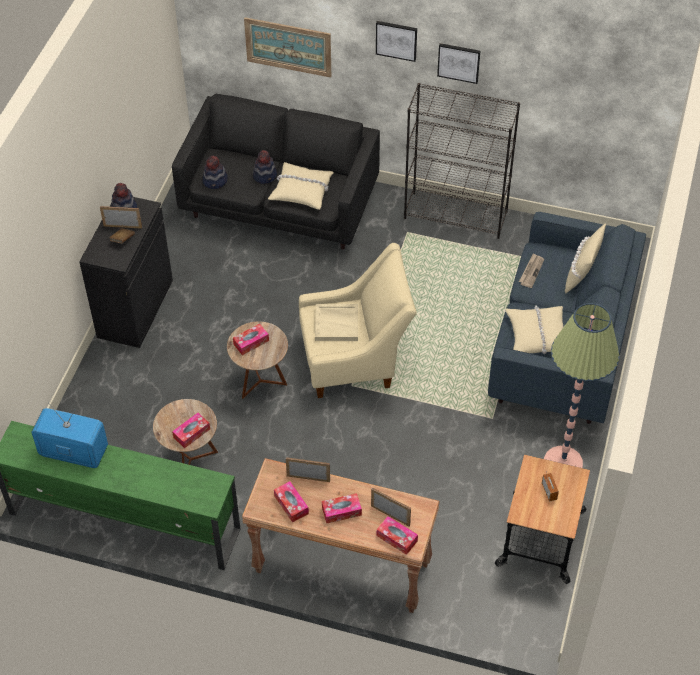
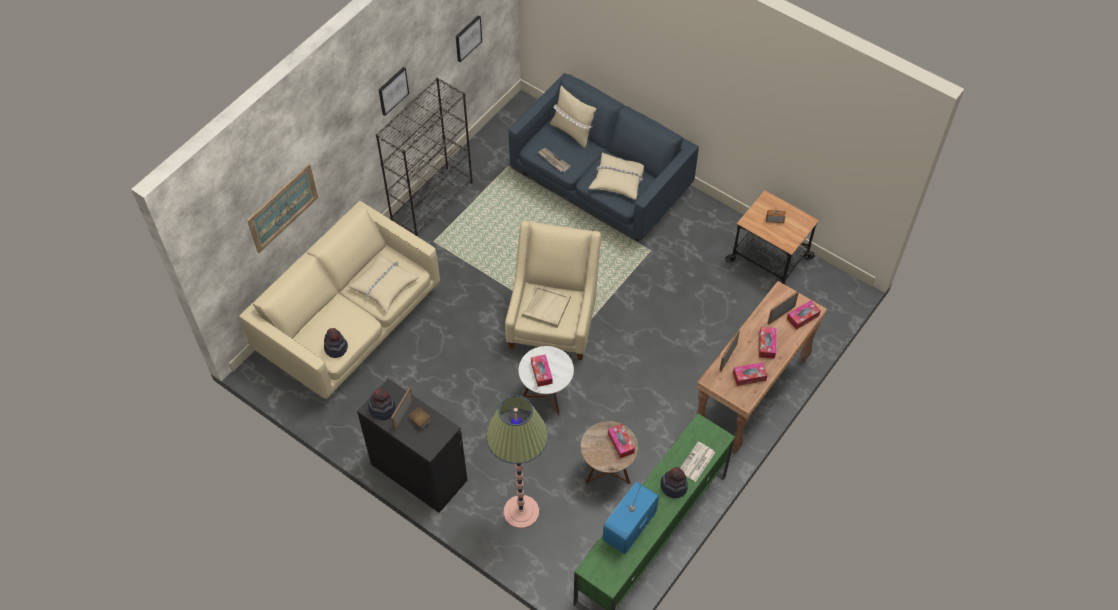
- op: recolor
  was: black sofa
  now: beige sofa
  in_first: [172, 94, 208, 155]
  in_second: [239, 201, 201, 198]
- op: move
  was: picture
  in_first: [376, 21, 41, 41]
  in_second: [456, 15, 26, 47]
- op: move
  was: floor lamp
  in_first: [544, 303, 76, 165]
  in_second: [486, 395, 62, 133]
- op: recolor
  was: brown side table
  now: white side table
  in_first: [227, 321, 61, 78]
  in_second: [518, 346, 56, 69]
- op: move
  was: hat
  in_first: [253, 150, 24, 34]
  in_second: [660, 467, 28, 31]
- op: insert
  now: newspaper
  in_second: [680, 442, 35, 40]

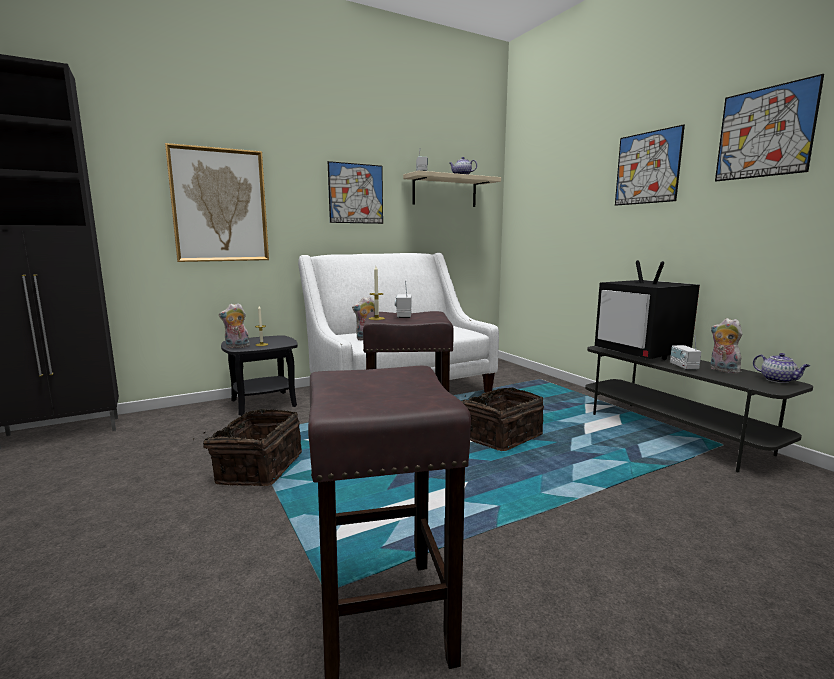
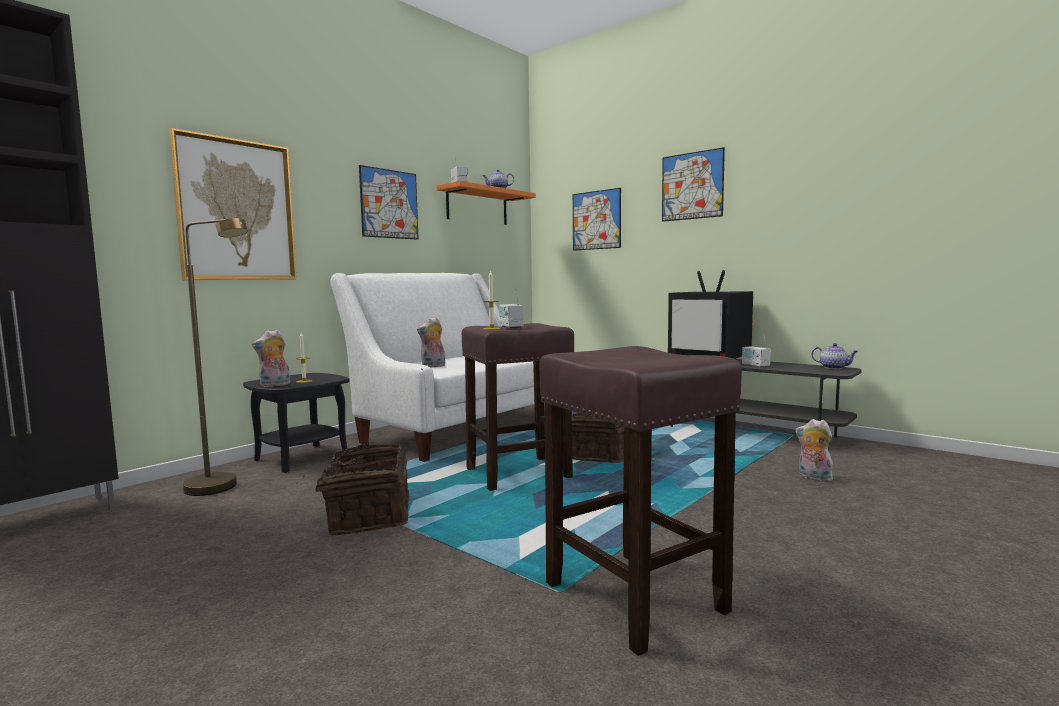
- op: insert
  now: brown floor lamp
  in_second: [183, 218, 65, 278]
- op: recolor
  was: beige shelf
  now: orange shelf
  in_first: [403, 171, 98, 36]
  in_second: [437, 181, 99, 44]
- op: move
  was: picture
  in_first: [715, 74, 109, 107]
  in_second: [573, 188, 48, 63]
- op: move
  was: plush toy
  in_first: [711, 318, 32, 55]
  in_second: [795, 419, 38, 63]

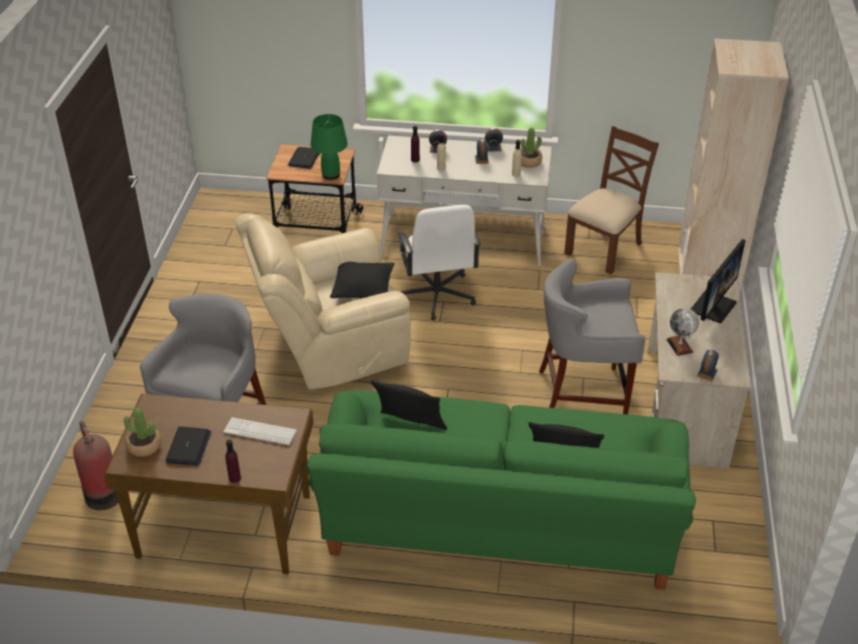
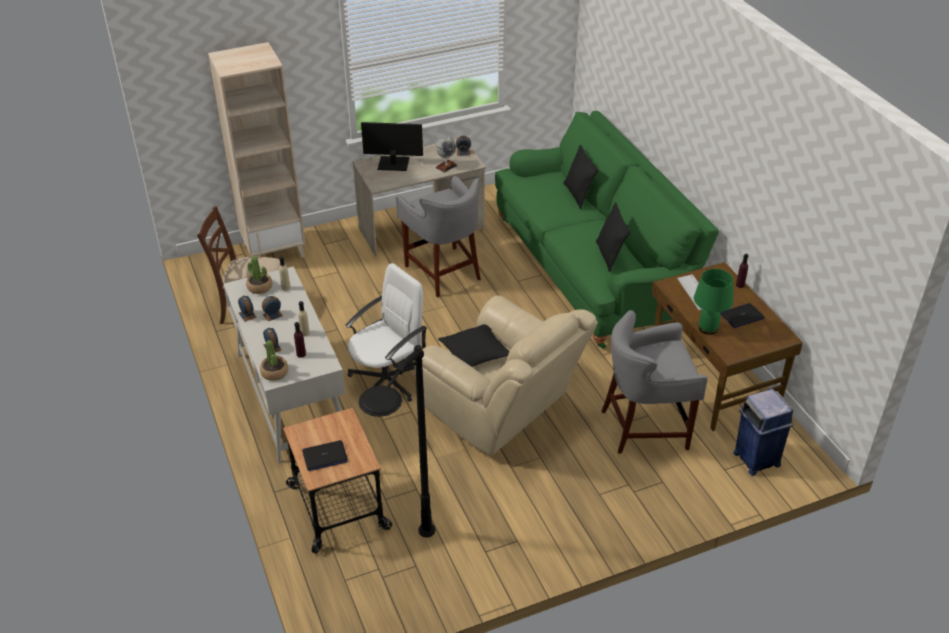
- op: move
  was: potted plant
  in_first: [124, 408, 37, 49]
  in_second: [260, 340, 28, 41]
- op: insert
  now: black floor lamp
  in_second: [358, 345, 77, 192]
- op: move
  was: green table lamp
  in_first: [311, 114, 37, 66]
  in_second: [694, 269, 39, 66]
- op: replace
  was: fire extinguisher
  now: blue trash can
  in_first: [73, 421, 46, 89]
  in_second: [734, 389, 60, 87]

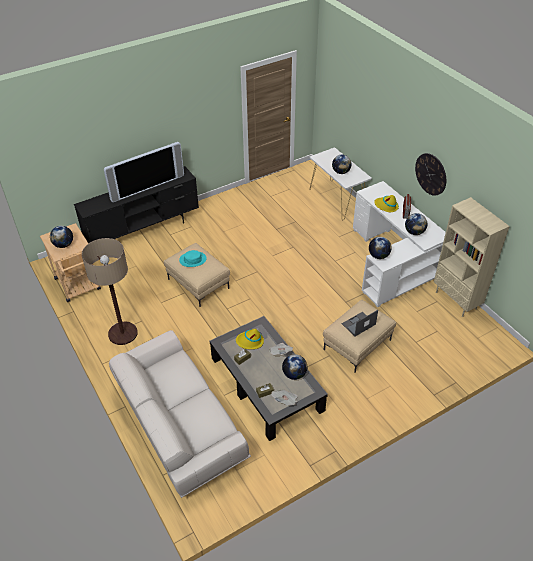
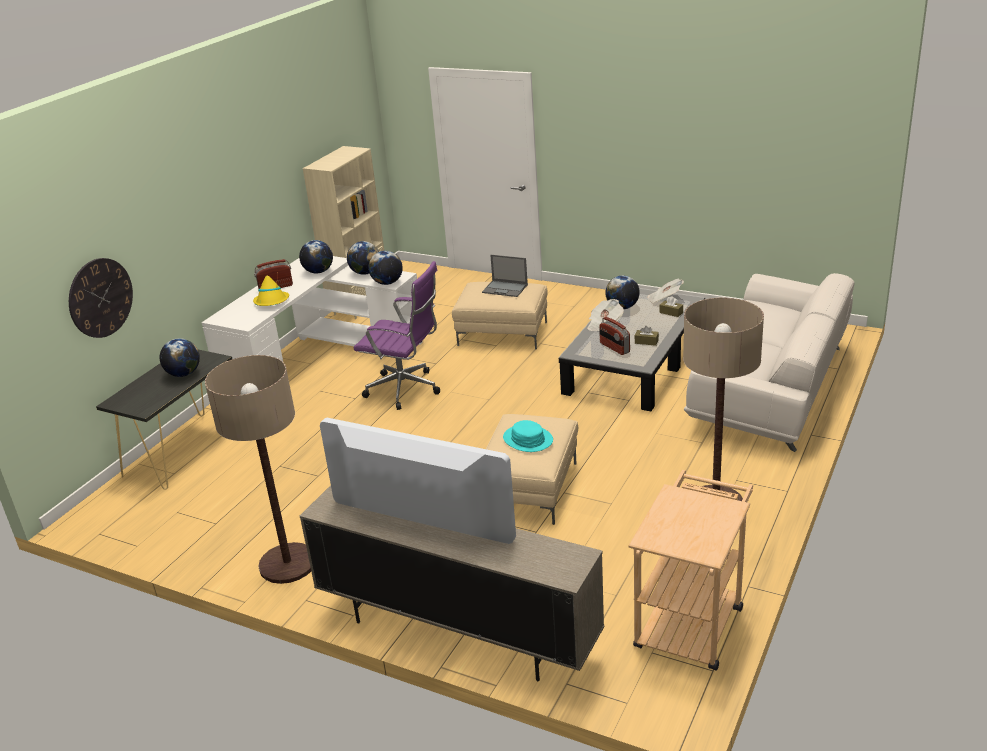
- op: move
  was: wall clock
  in_first: [415, 153, 31, 43]
  in_second: [69, 258, 64, 80]
- op: recolor
  was: white console table
  now: black console table
  in_first: [309, 147, 63, 73]
  in_second: [96, 350, 136, 140]
- op: insert
  now: floor lamp
  in_second: [205, 355, 106, 229]
- op: recolor
  was: black tv stand
  now: beige tv stand
  in_first: [74, 166, 125, 77]
  in_second: [300, 485, 304, 197]
- op: move
  was: globe
  in_first: [50, 226, 23, 22]
  in_second: [347, 241, 32, 34]
- op: insert
  now: purple office chair
  in_second: [354, 261, 86, 149]
- op: replace
  was: yellow hat
  now: radio
  in_first: [236, 329, 28, 20]
  in_second: [599, 317, 31, 38]

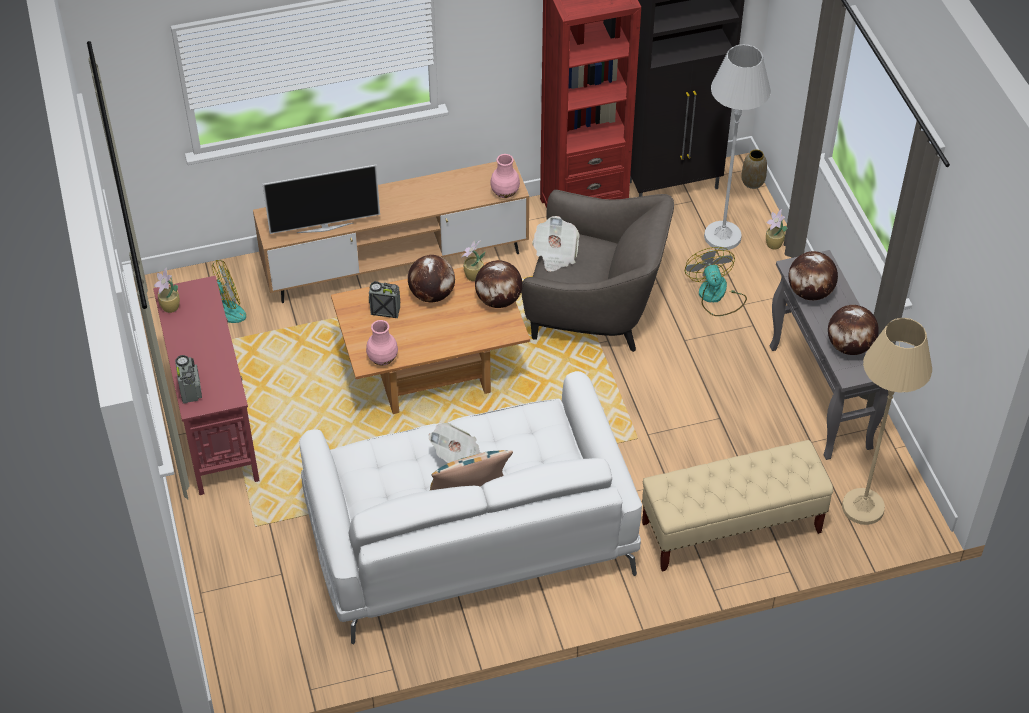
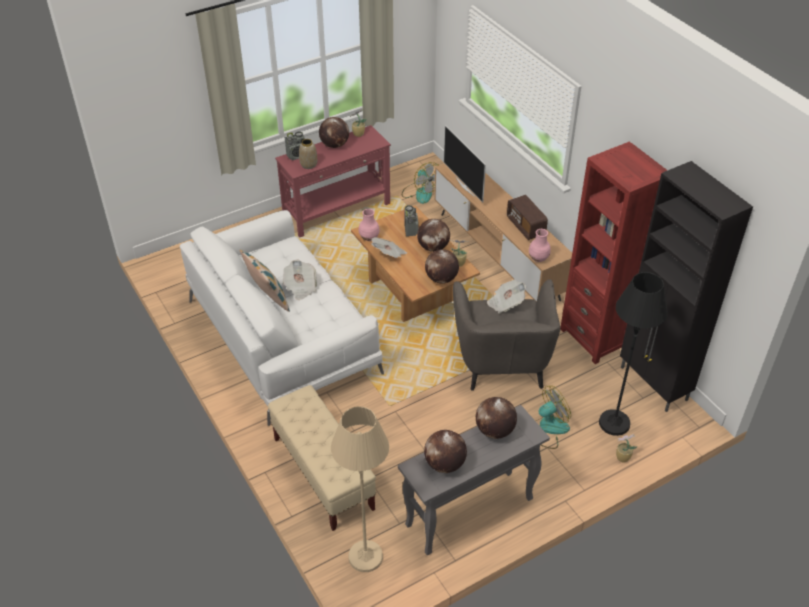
- op: move
  was: vase
  in_first: [741, 150, 26, 39]
  in_second: [299, 139, 18, 30]
- op: insert
  now: globe
  in_second: [319, 117, 30, 31]
- op: insert
  now: newspaper
  in_second: [371, 237, 36, 21]
- op: insert
  now: radio
  in_second: [507, 195, 41, 45]
- op: recolor
  was: white floor lamp
  now: black floor lamp
  in_first: [704, 44, 67, 206]
  in_second: [599, 272, 69, 164]

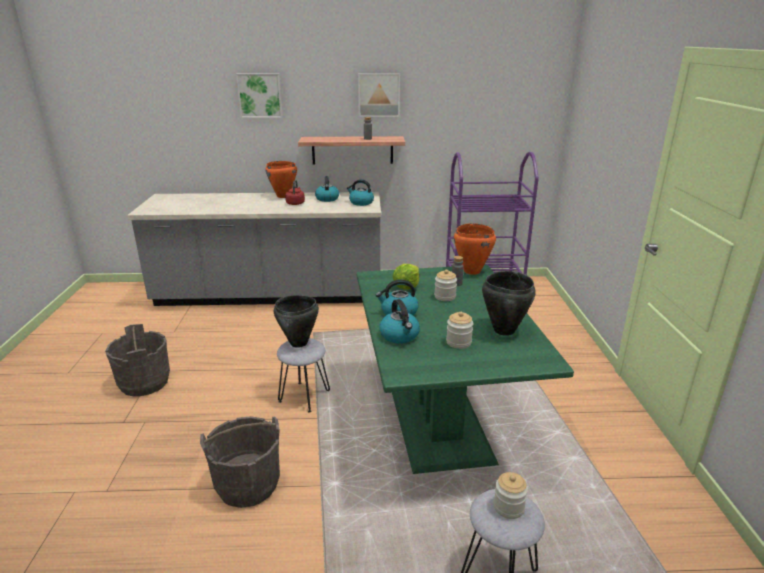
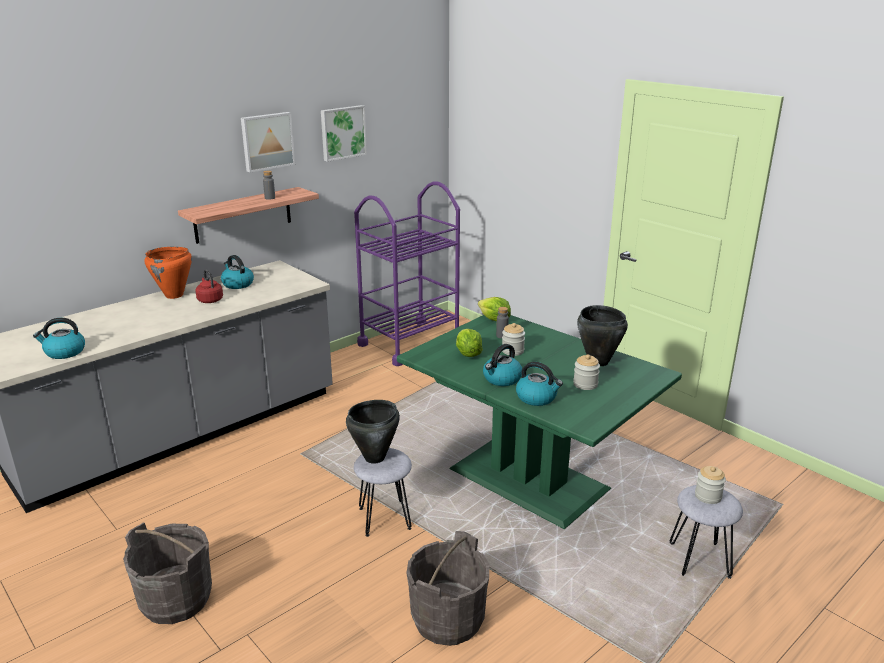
- op: move
  was: kettle
  in_first: [347, 180, 27, 26]
  in_second: [33, 318, 52, 41]
- op: move
  was: picture
  in_first: [236, 73, 47, 45]
  in_second: [321, 105, 46, 57]
- op: replace
  was: orange cooking pot
  now: lettuce
  in_first: [454, 223, 42, 52]
  in_second: [478, 297, 33, 24]

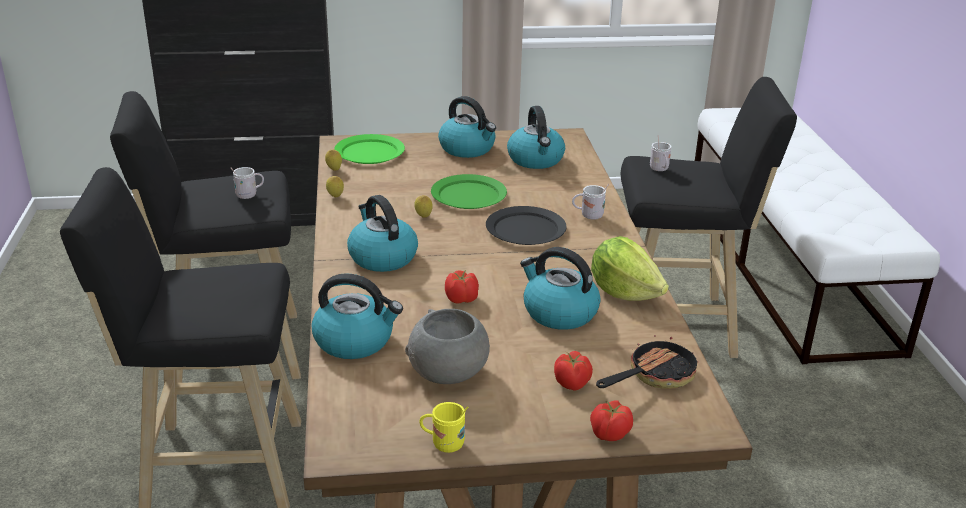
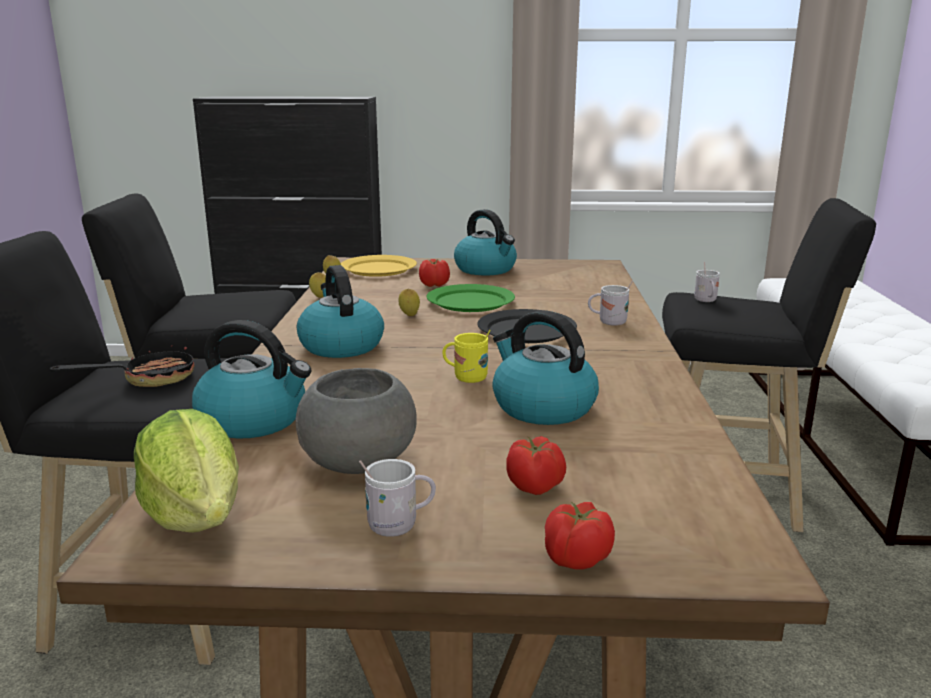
- op: move
  was: frying pan
  in_first: [596, 335, 102, 54]
  in_second: [50, 345, 145, 42]
- op: move
  was: lettuce
  in_first: [591, 236, 78, 65]
  in_second: [134, 409, 105, 124]
- op: recolor
  was: green plate
  now: yellow plate
  in_first: [334, 134, 71, 30]
  in_second: [341, 255, 76, 22]
- op: move
  was: white mug
  in_first: [231, 167, 33, 32]
  in_second: [359, 459, 77, 78]
- op: move
  was: tomato
  in_first: [445, 270, 34, 34]
  in_second: [419, 259, 31, 28]
- op: move
  was: yellow mug
  in_first: [420, 402, 48, 51]
  in_second: [442, 330, 49, 53]
- op: delete
  was: kettle
  in_first: [507, 106, 58, 63]

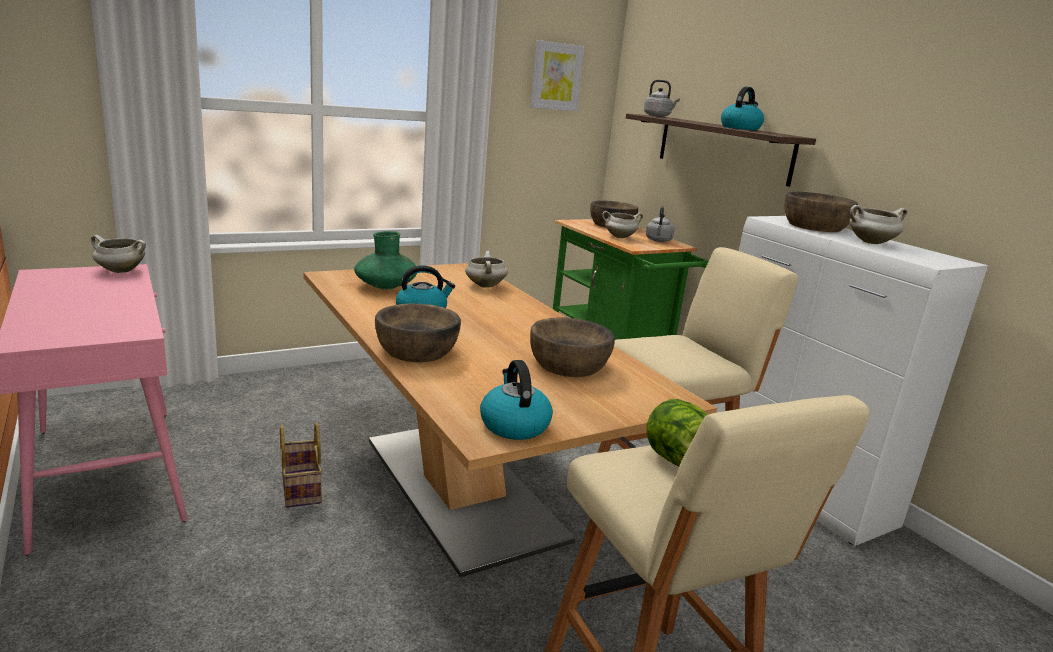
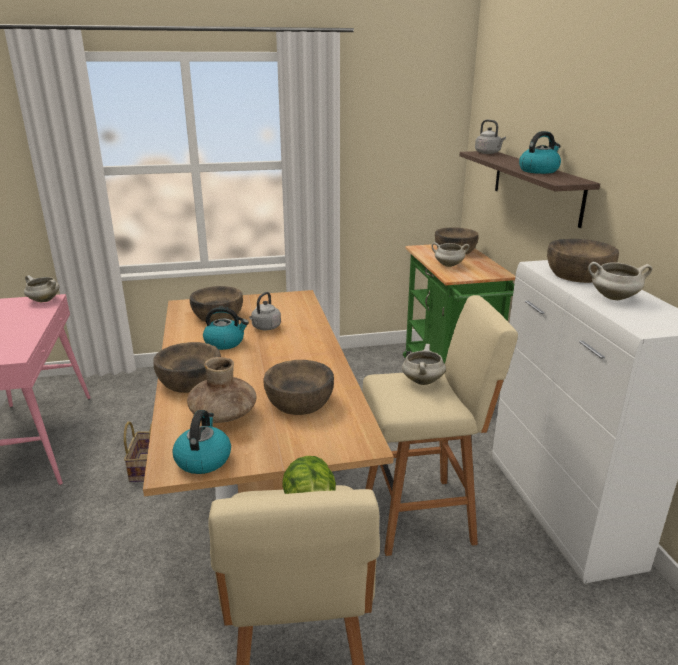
- op: insert
  now: brown vase
  in_second: [187, 357, 70, 66]
- op: replace
  was: green vase
  now: brown bowl
  in_first: [354, 231, 63, 58]
  in_second: [190, 286, 53, 36]
- op: move
  was: grey kettle
  in_first: [646, 206, 29, 36]
  in_second: [249, 292, 32, 38]
- op: move
  was: white cooking pot
  in_first: [465, 251, 43, 37]
  in_second: [402, 344, 44, 41]
- op: delete
  was: picture
  in_first: [530, 40, 55, 71]

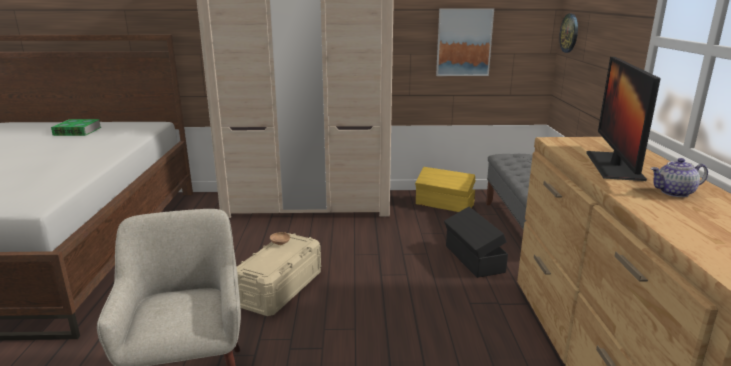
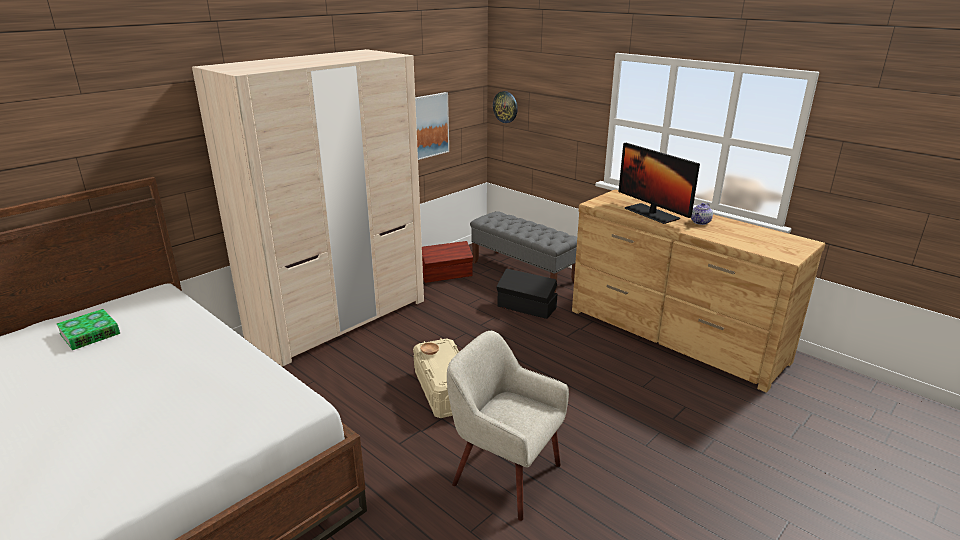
- op: recolor
  was: yellow storage box
  now: brown storage box
  in_first: [415, 167, 60, 45]
  in_second: [422, 241, 51, 42]

